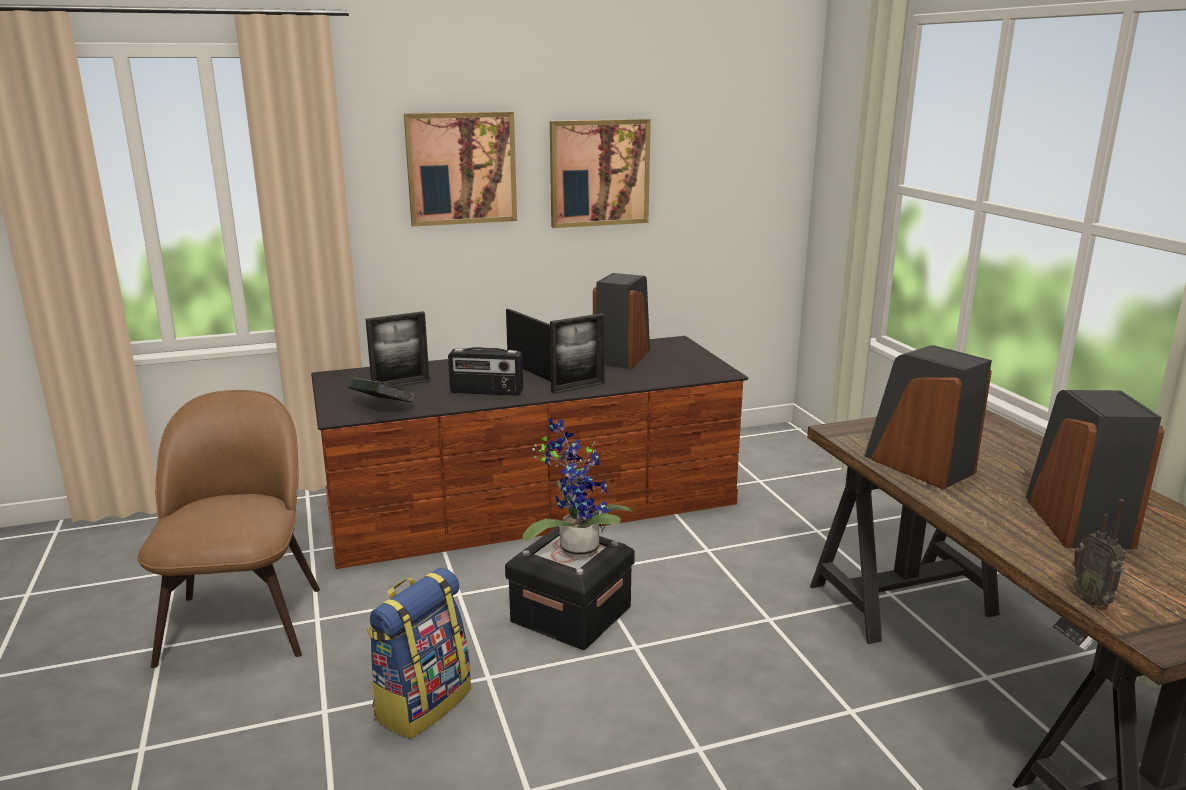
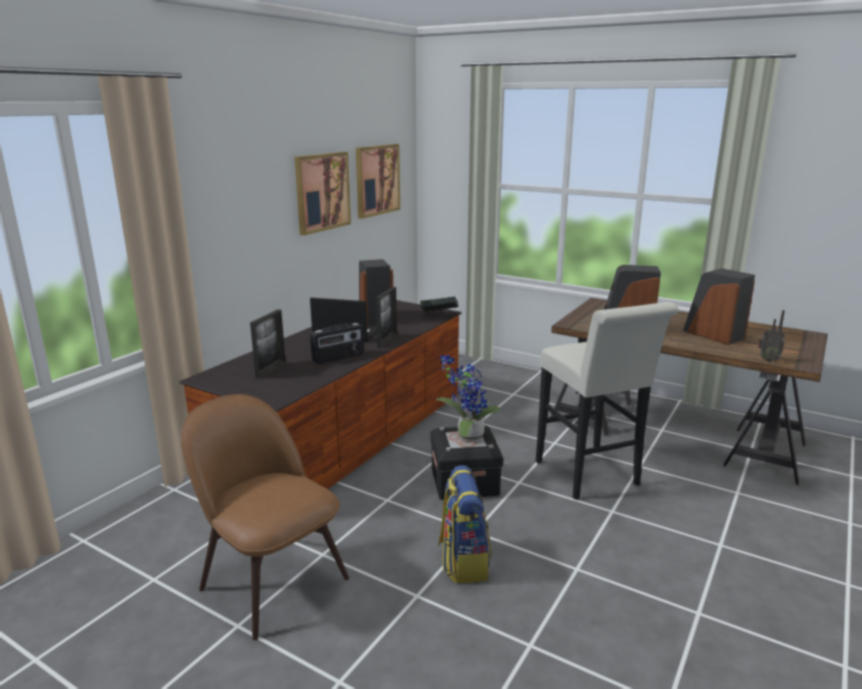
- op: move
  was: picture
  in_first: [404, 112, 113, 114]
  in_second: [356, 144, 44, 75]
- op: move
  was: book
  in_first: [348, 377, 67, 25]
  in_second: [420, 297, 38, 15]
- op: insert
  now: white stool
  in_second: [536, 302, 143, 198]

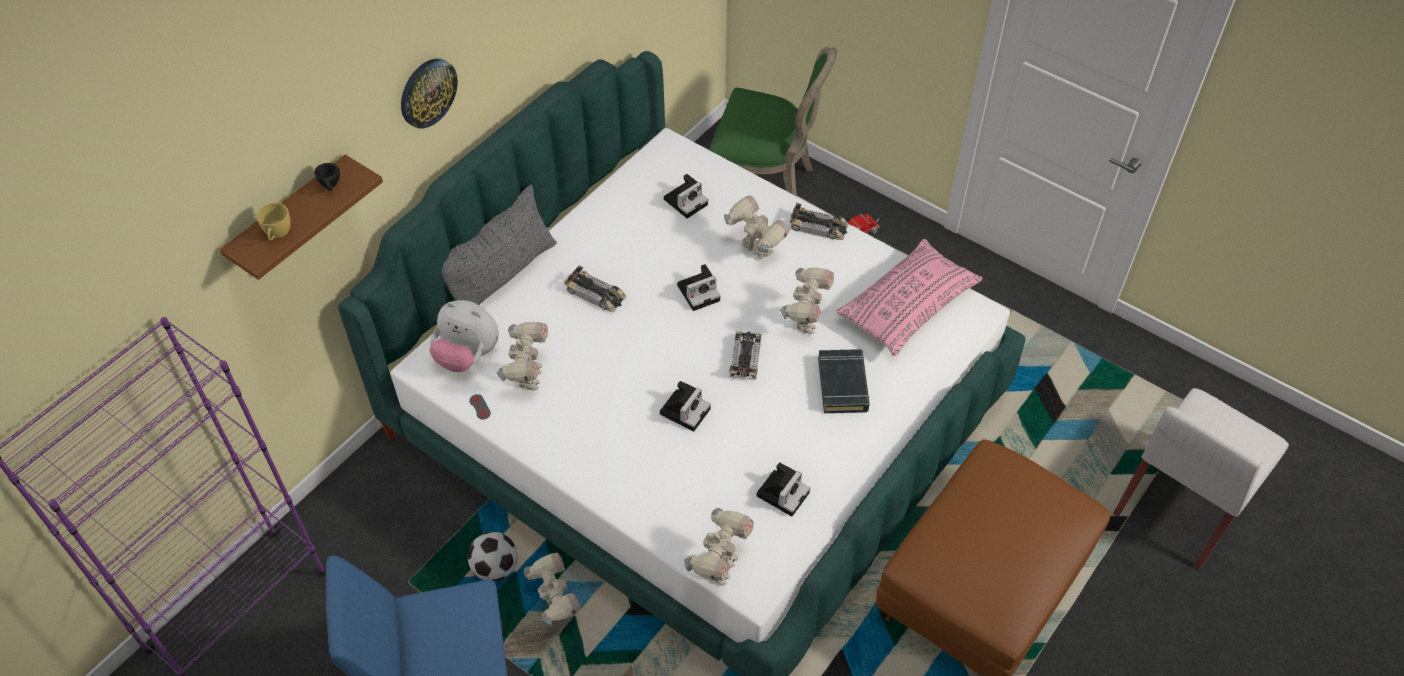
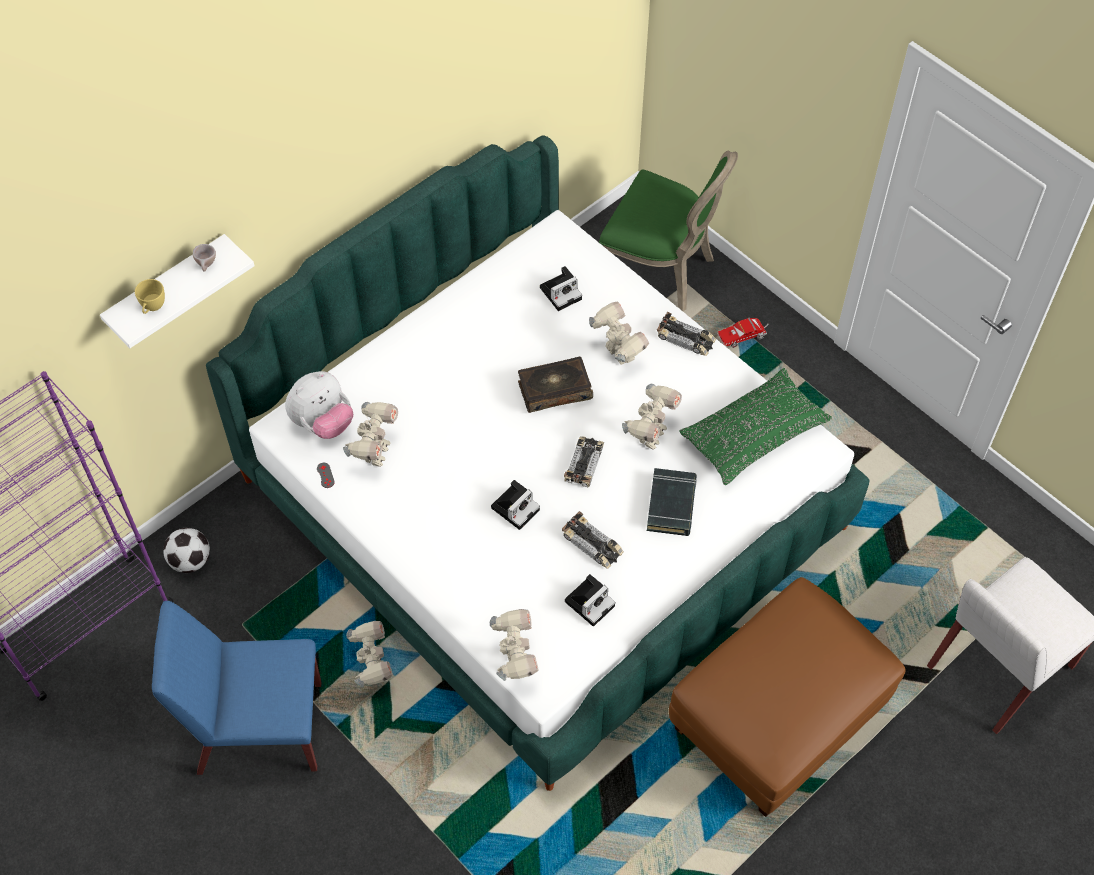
- op: recolor
  was: brown shelf
  now: white shelf
  in_first: [220, 155, 163, 125]
  in_second: [100, 234, 155, 114]
- op: move
  was: football
  in_first: [468, 532, 49, 49]
  in_second: [163, 528, 47, 45]
- op: recolor
  was: black cup
  now: beige cup
  in_first: [315, 163, 25, 28]
  in_second: [193, 244, 23, 28]
- op: rotate
  was: plush toy
  in_first: [429, 300, 70, 72]
  in_second: [285, 371, 68, 68]
  clockwise: -75
- op: rotate
  was: toy robot
  in_first: [684, 508, 70, 78]
  in_second: [490, 609, 49, 72]
  clockwise: -45
- op: replace
  was: photo camera
  now: book
  in_first: [677, 264, 43, 47]
  in_second: [518, 357, 75, 56]
- op: move
  was: toy car
  in_first: [565, 265, 62, 47]
  in_second: [562, 511, 61, 58]
- op: recolor
  was: pink pillow
  now: green pillow
  in_first: [836, 239, 147, 117]
  in_second: [680, 368, 152, 117]
- op: delete
  was: wall clock
  in_first: [401, 59, 57, 69]
- op: delete
  was: grey pillow
  in_first: [442, 185, 115, 120]

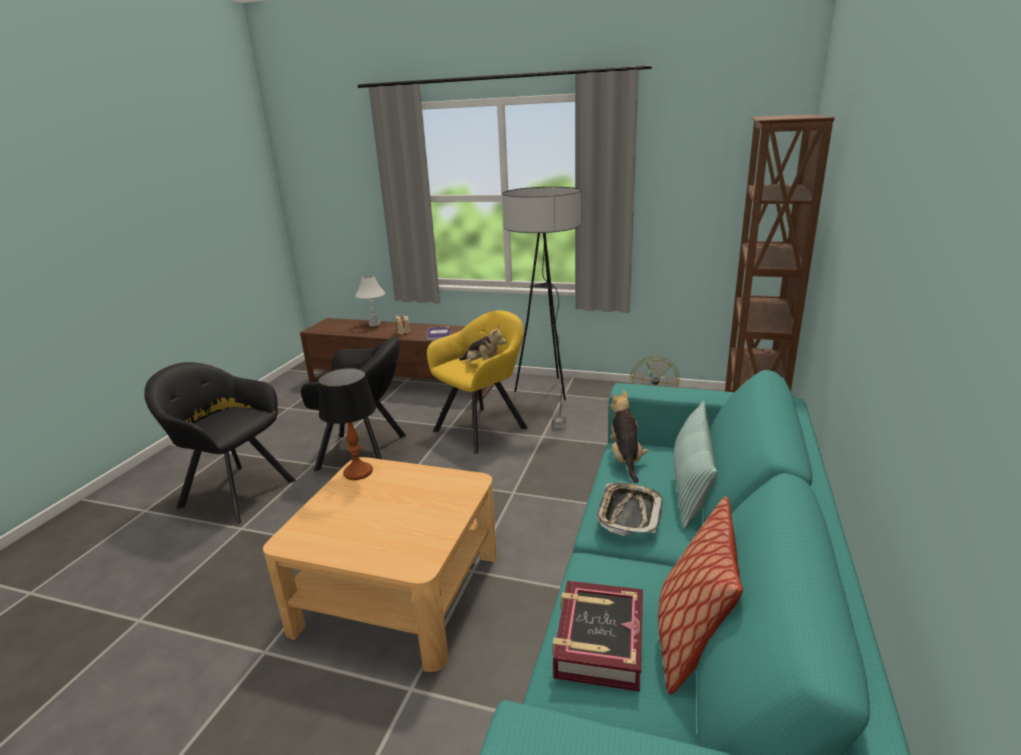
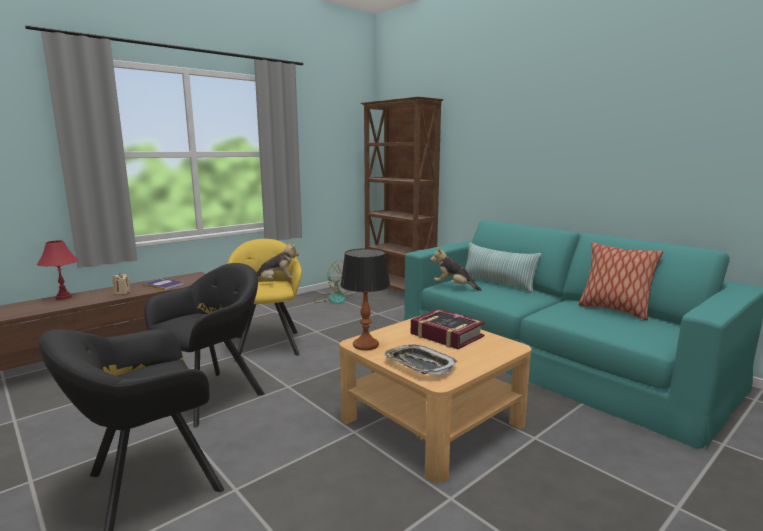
- op: recolor
  was: white table lamp
  now: red table lamp
  in_first: [355, 276, 30, 50]
  in_second: [37, 240, 42, 60]
- op: move
  was: tray
  in_first: [596, 482, 67, 54]
  in_second: [383, 345, 74, 30]
- op: move
  was: book
  in_first: [553, 581, 90, 111]
  in_second: [411, 309, 74, 41]
- op: delete
  was: floor lamp
  in_first: [502, 187, 79, 241]

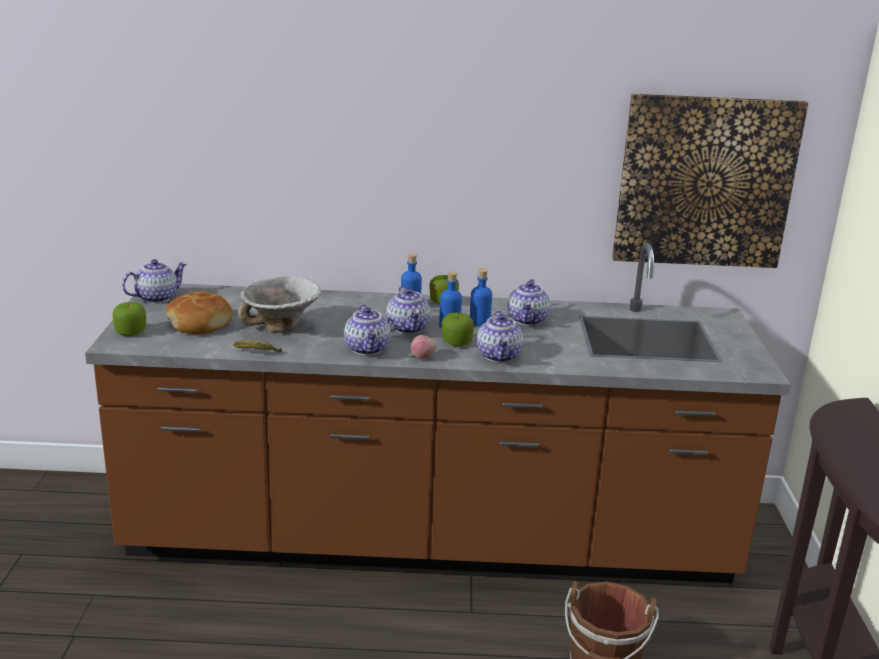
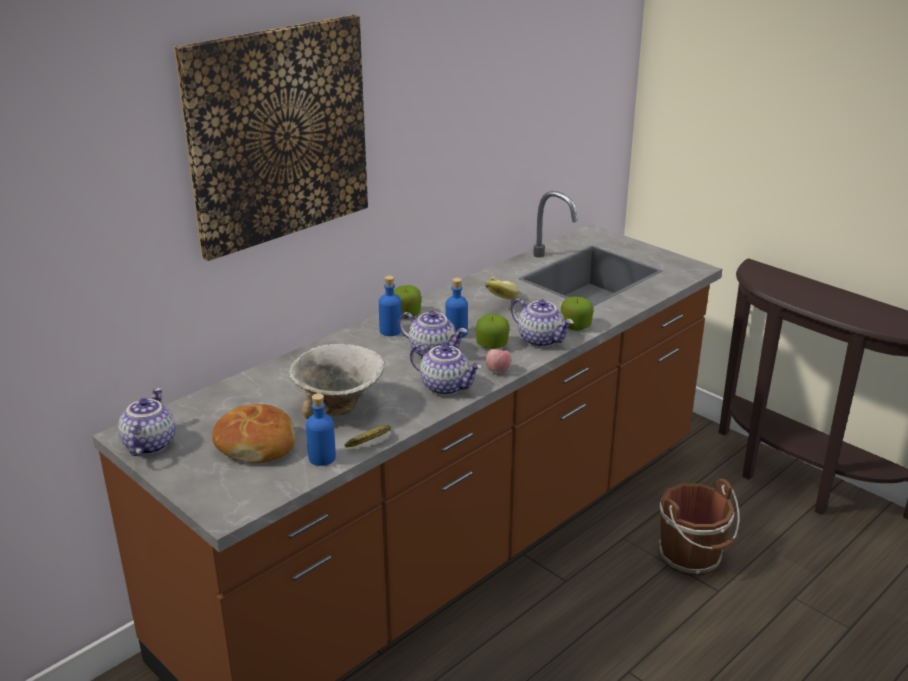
- op: move
  was: picture
  in_first: [612, 94, 196, 174]
  in_second: [174, 15, 194, 246]
- op: move
  was: blue bottle
  in_first: [470, 269, 22, 58]
  in_second: [306, 393, 30, 73]
- op: replace
  was: teapot
  now: banana
  in_first: [507, 279, 43, 47]
  in_second: [484, 277, 35, 23]
- op: move
  was: apple
  in_first: [113, 302, 33, 34]
  in_second: [561, 297, 32, 34]

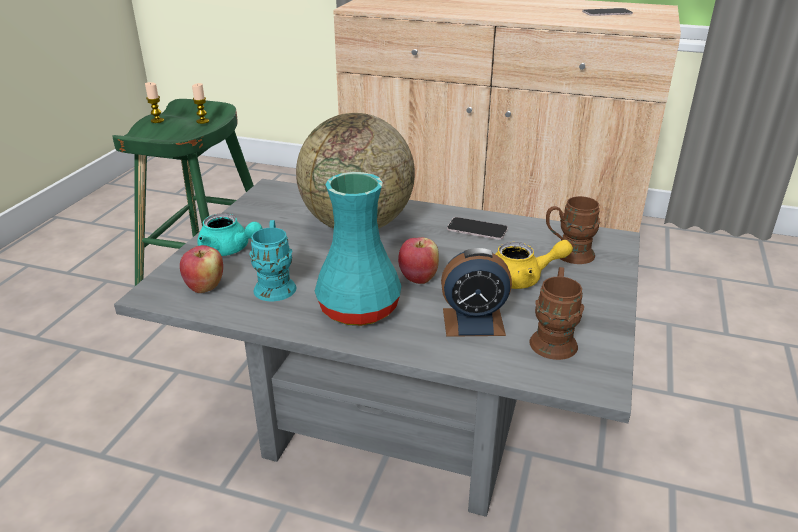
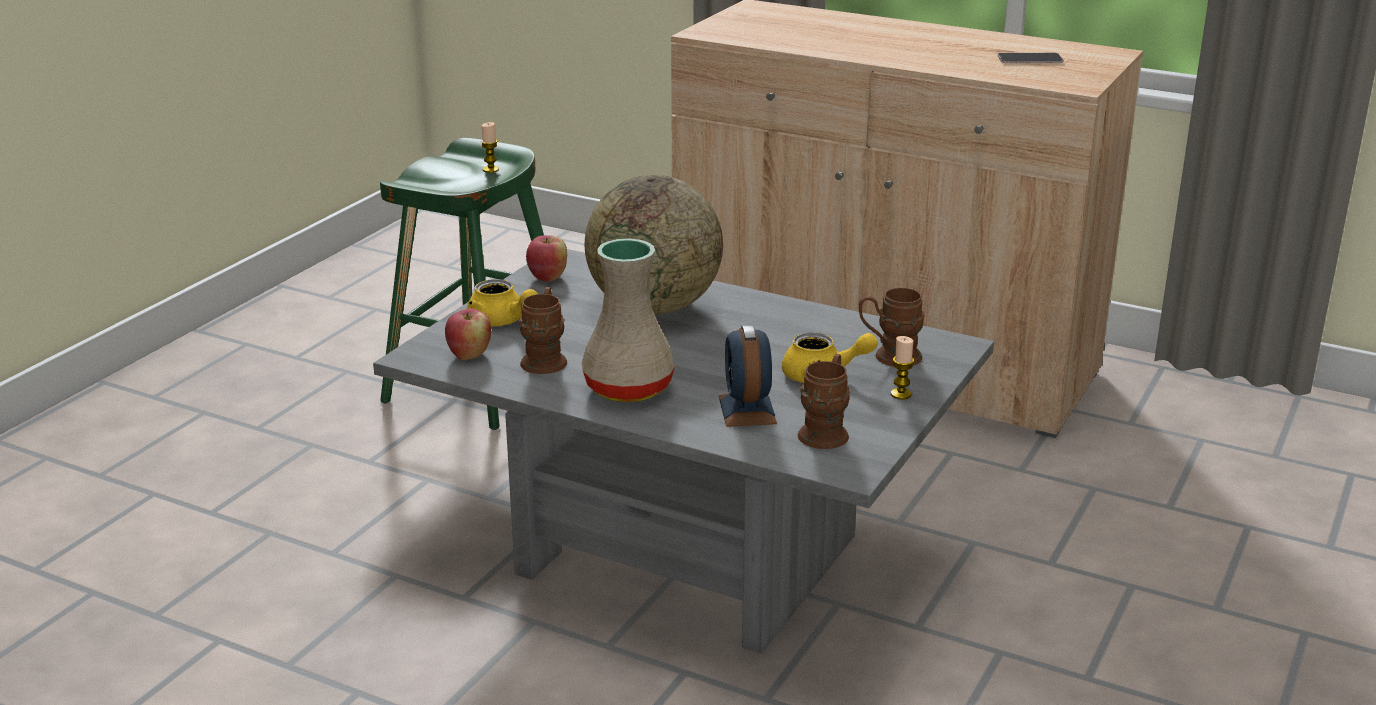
- op: recolor
  was: turquoise teapot
  now: yellow teapot
  in_first: [197, 213, 66, 43]
  in_second: [467, 279, 70, 47]
- op: recolor
  was: turquoise mug
  now: brown mug
  in_first: [249, 220, 47, 81]
  in_second: [519, 287, 48, 87]
- op: move
  was: apple
  in_first: [398, 237, 41, 47]
  in_second: [526, 235, 41, 47]
- op: recolor
  was: turquoise vase
  now: beige vase
  in_first: [315, 172, 86, 154]
  in_second: [582, 239, 93, 163]
- op: rotate
  was: alarm clock
  in_first: [441, 248, 71, 89]
  in_second: [718, 325, 59, 102]
  clockwise: 75
- op: move
  was: candle
  in_first: [145, 82, 19, 41]
  in_second: [891, 336, 23, 64]
- op: delete
  was: phone
  in_first: [447, 217, 61, 23]

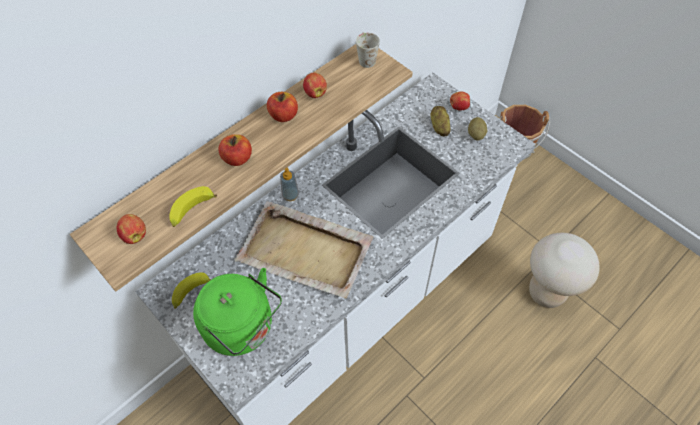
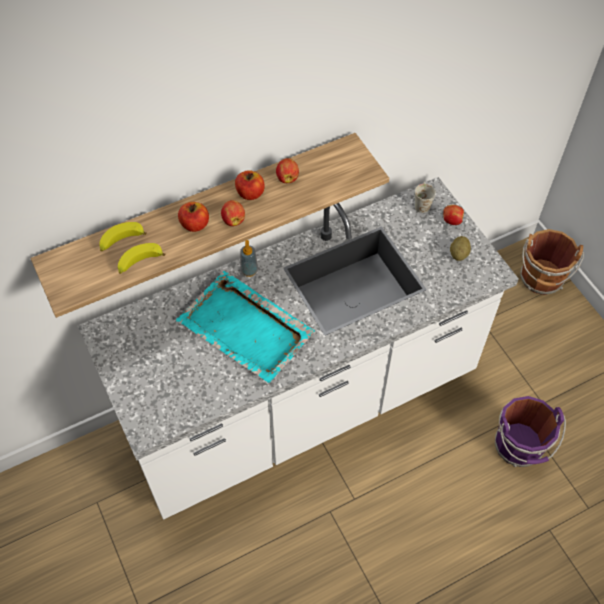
- op: move
  was: banana
  in_first: [172, 272, 40, 37]
  in_second: [99, 222, 48, 29]
- op: recolor
  was: beige tray
  now: turquoise tray
  in_first: [234, 201, 140, 98]
  in_second: [176, 271, 139, 112]
- op: move
  was: apple
  in_first: [117, 214, 29, 30]
  in_second: [221, 200, 24, 26]
- op: move
  was: white mug
  in_first: [356, 32, 24, 36]
  in_second: [415, 182, 21, 31]
- op: replace
  was: beige stool
  now: purple bucket
  in_first: [529, 233, 71, 75]
  in_second: [495, 396, 71, 71]
- op: delete
  was: green kettle
  in_first: [193, 268, 89, 88]
- op: delete
  was: potato
  in_first: [431, 106, 19, 30]

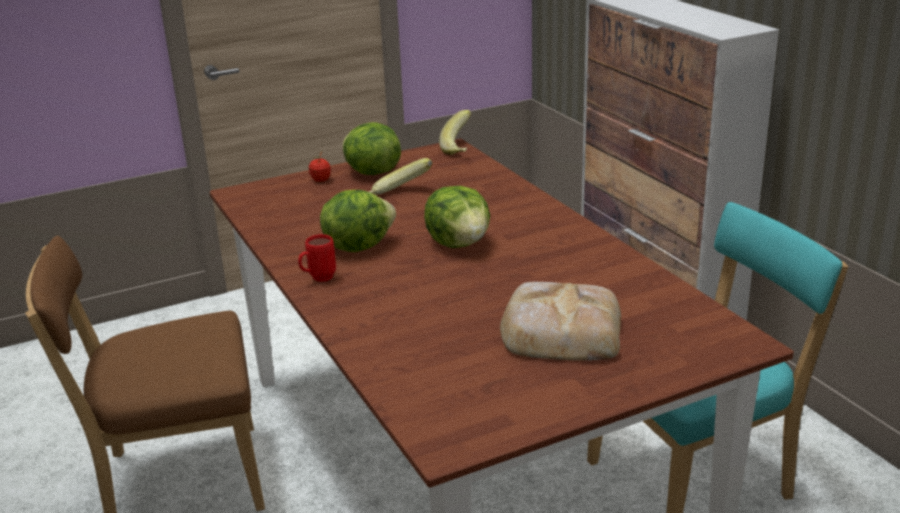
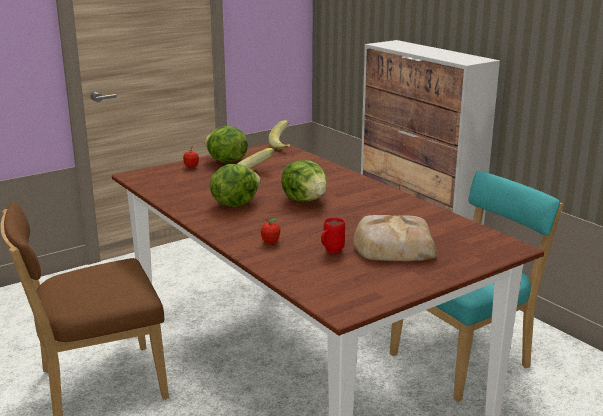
- op: insert
  now: apple
  in_second: [261, 218, 19, 26]
- op: move
  was: red mug
  in_first: [298, 234, 38, 48]
  in_second: [321, 218, 24, 36]

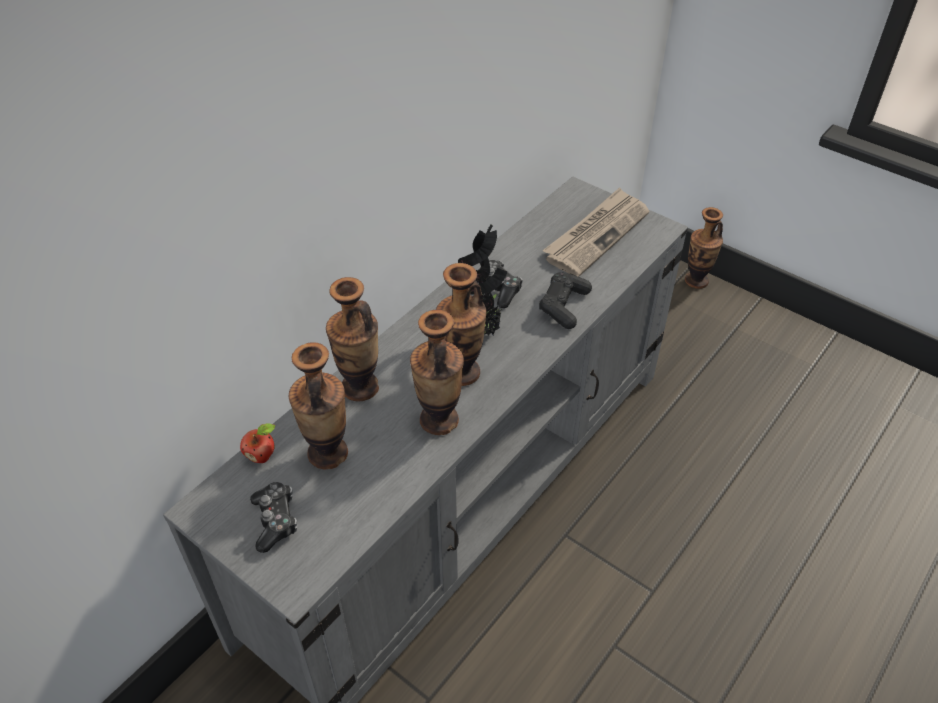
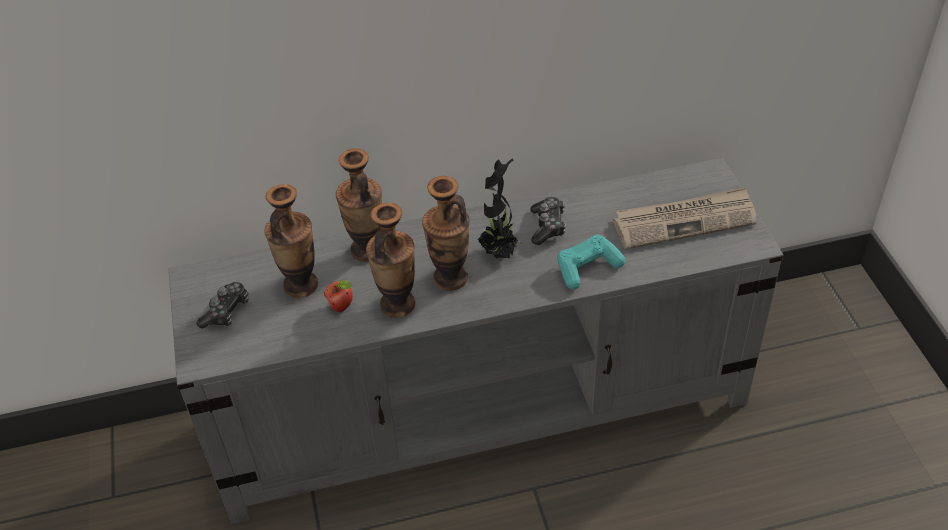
- op: move
  was: apple
  in_first: [240, 423, 36, 40]
  in_second: [324, 280, 29, 32]
- op: recolor
  was: black game controller
  now: turquoise game controller
  in_first: [539, 272, 53, 57]
  in_second: [557, 235, 68, 54]
- op: delete
  was: vase
  in_first: [685, 207, 38, 82]

